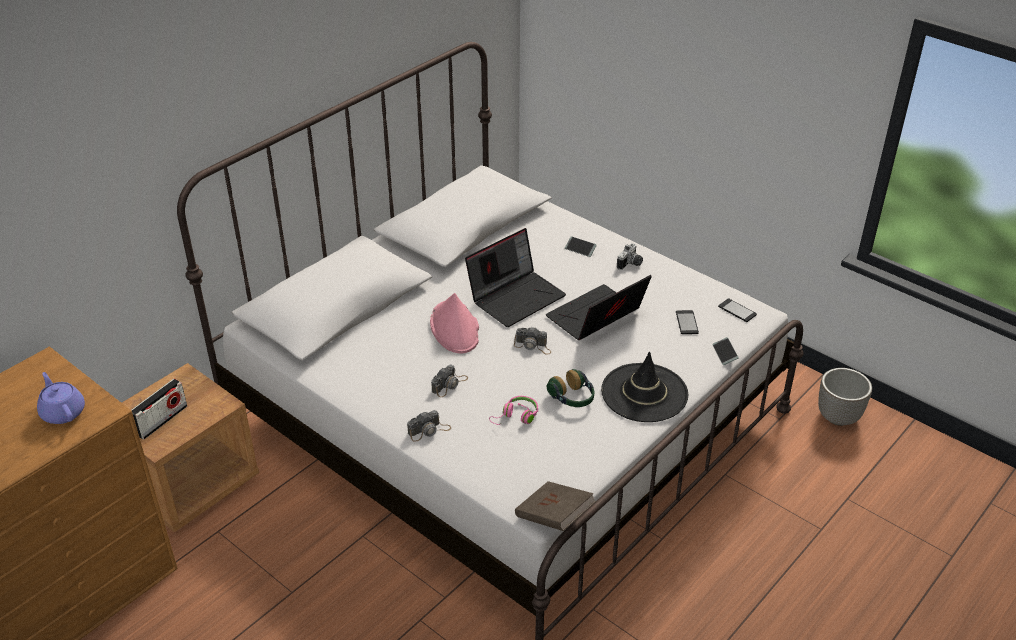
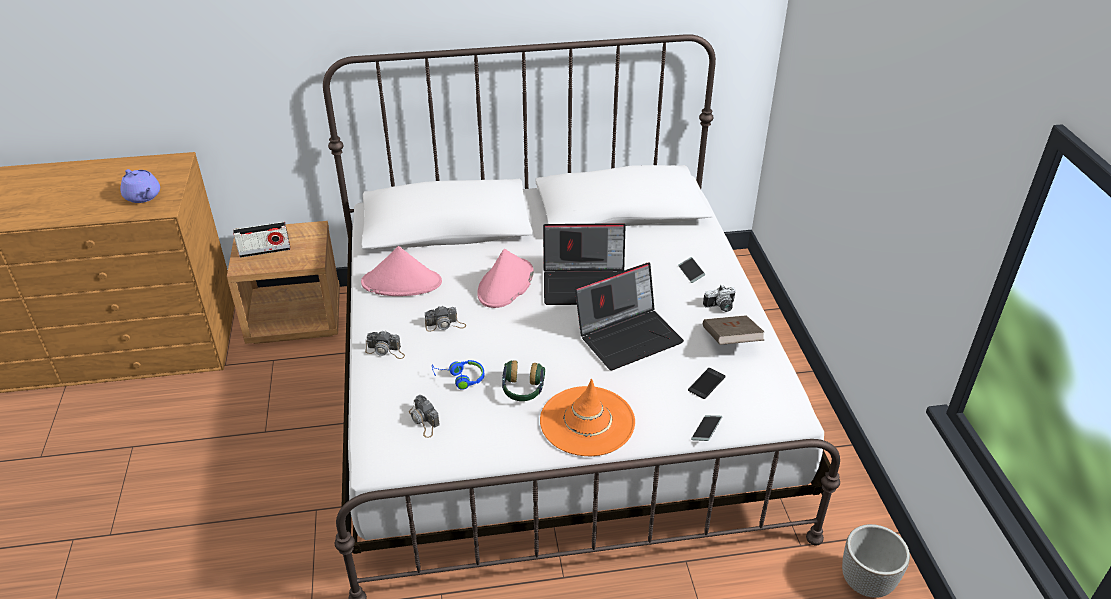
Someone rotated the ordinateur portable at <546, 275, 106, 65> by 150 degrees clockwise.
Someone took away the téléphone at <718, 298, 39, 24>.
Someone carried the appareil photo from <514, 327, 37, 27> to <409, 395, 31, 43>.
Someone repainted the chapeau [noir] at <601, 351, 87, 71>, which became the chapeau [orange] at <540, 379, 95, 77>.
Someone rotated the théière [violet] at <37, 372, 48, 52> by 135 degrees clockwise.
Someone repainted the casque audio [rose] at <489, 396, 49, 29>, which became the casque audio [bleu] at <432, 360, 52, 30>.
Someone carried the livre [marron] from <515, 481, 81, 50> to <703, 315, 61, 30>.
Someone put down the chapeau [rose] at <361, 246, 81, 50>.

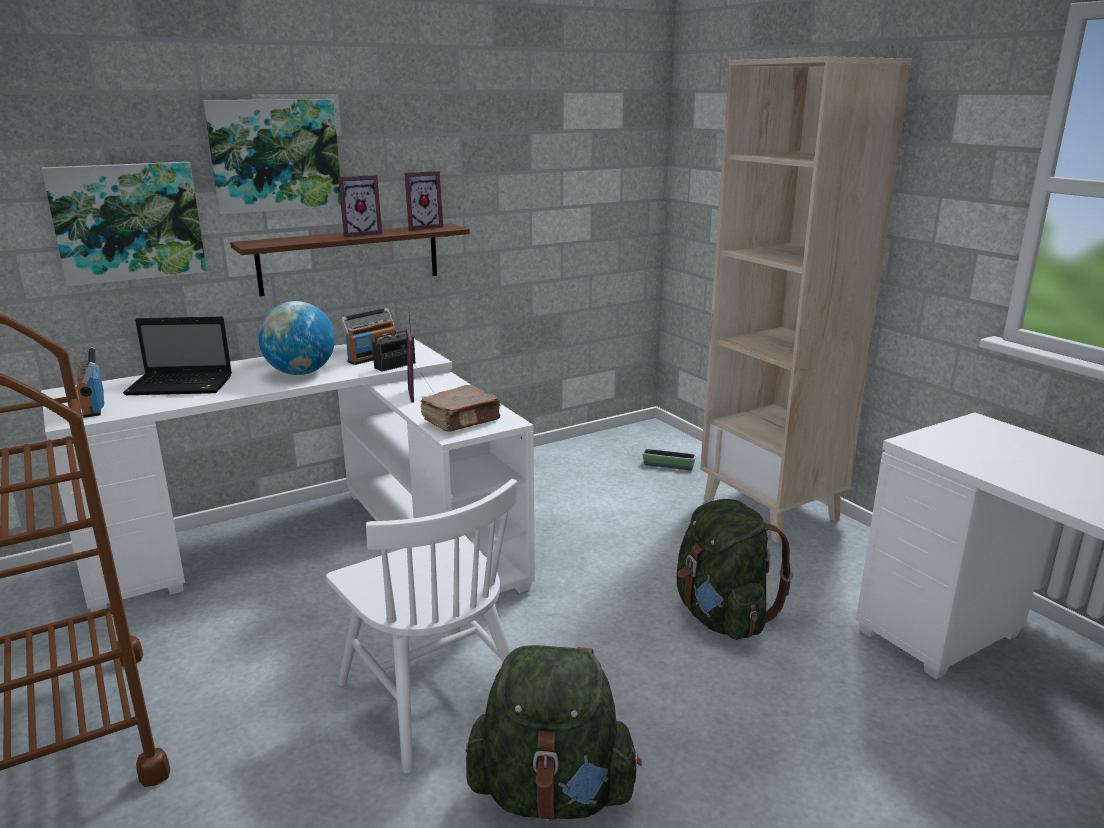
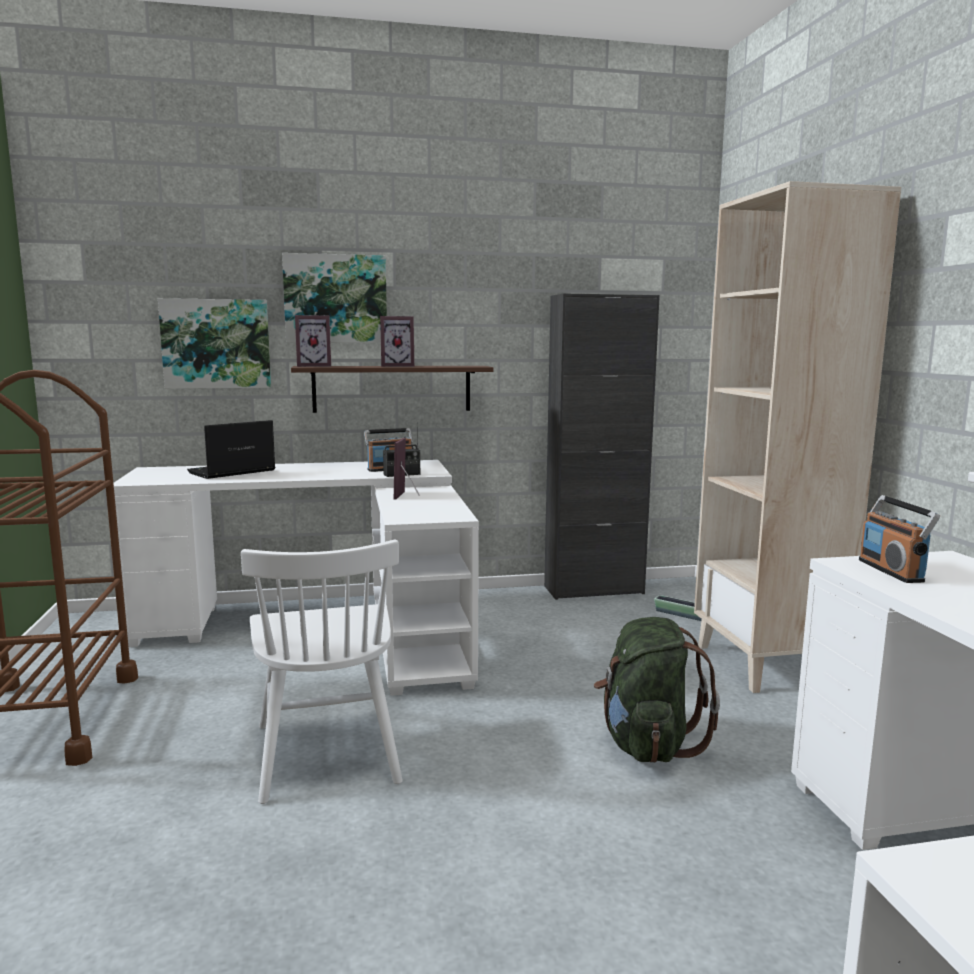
Someone carried the cadre photo from <404, 171, 39, 60> to <295, 315, 36, 52>.
Someone took away the globe at <258, 301, 77, 74>.
Someone rotated the ordinateur portable at <123, 317, 109, 78> by 120 degrees clockwise.
Someone carried the radio from <76, 347, 28, 71> to <859, 495, 81, 88>.
Someone took away the livre [marron] at <420, 385, 81, 46>.
Someone took away the sac à dos [vert] at <465, 645, 177, 176>.
Someone put down the meuble de rangement [noir] at <544, 293, 116, 307>.

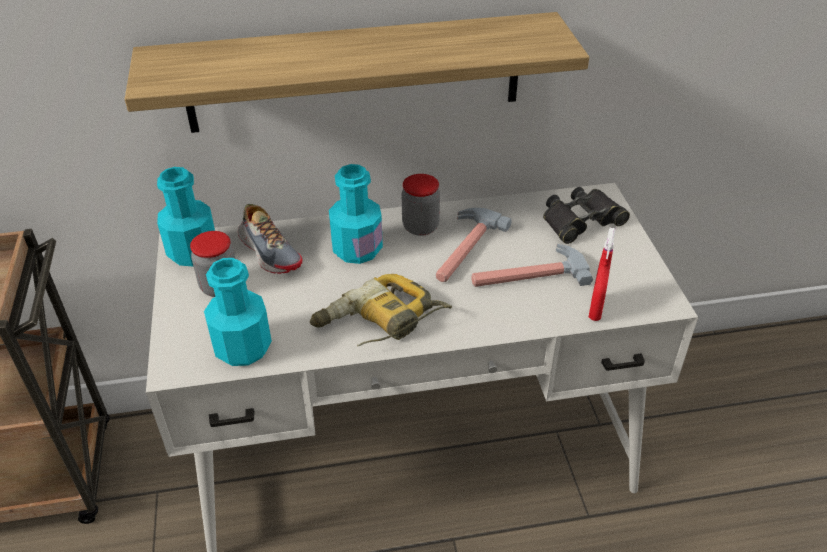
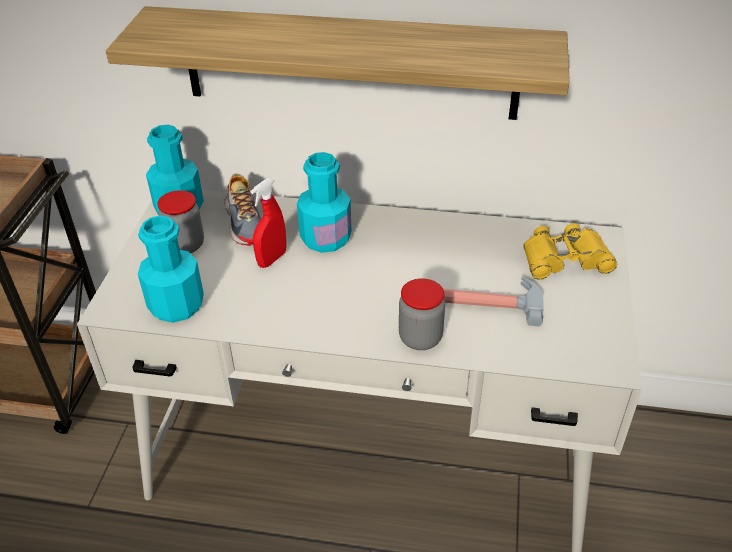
Someone carried the bocal from <402, 174, 38, 62> to <399, 278, 46, 72>.
Someone repainted the jumelles [noir] at <543, 187, 87, 57>, which became the jumelles [jaune] at <523, 223, 94, 57>.
Someone took away the marteau at <436, 208, 76, 74>.
Someone carried the vaporisateur [rouge] from <589, 228, 26, 93> to <250, 178, 36, 90>.
Someone took away the perceuse at <310, 274, 142, 72>.

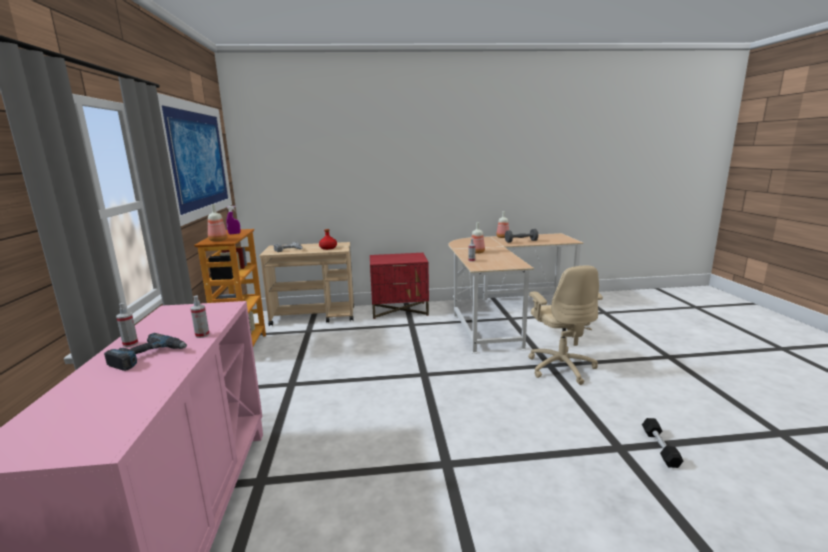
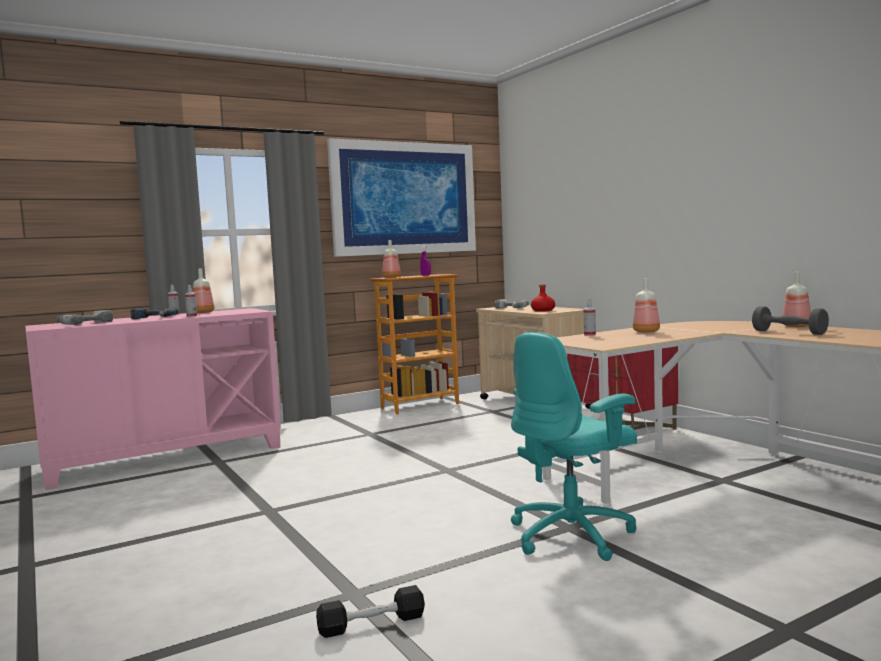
Someone repainted the chaise de bureau [beige] at <528, 265, 75, 120>, which became the chaise de bureau [turquoise] at <511, 332, 126, 229>.
Someone put down the bouteille at <193, 268, 21, 45>.
Someone put down the perceuse at <55, 310, 58, 15>.

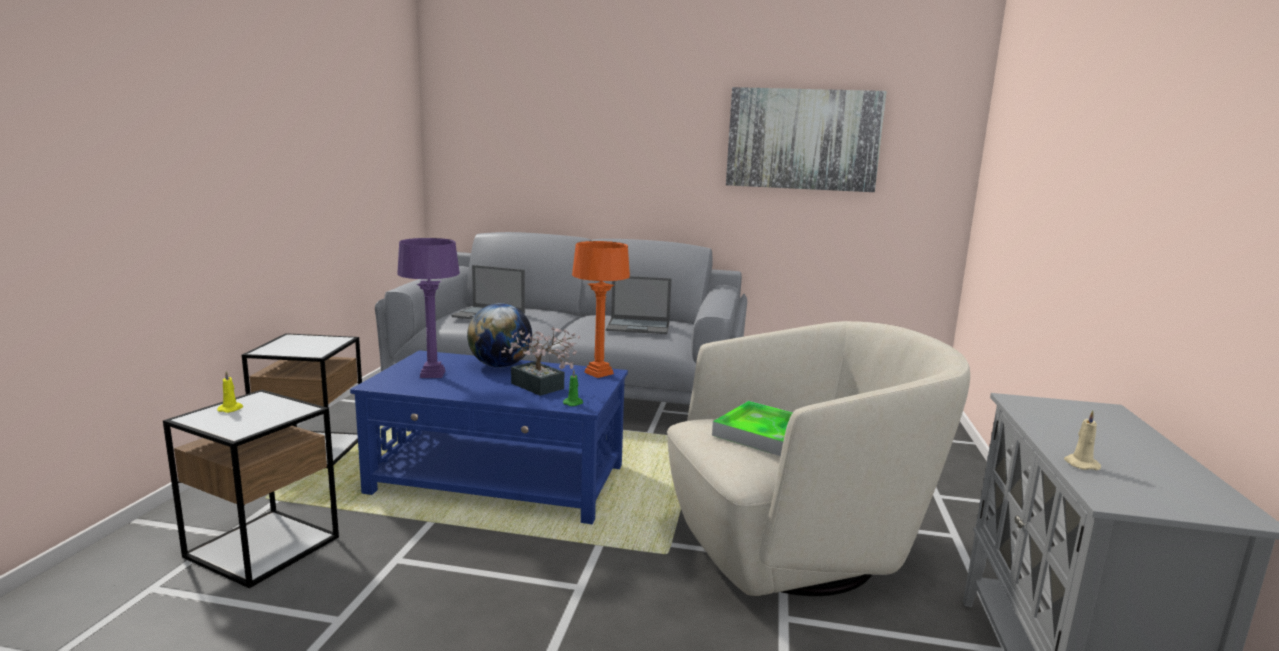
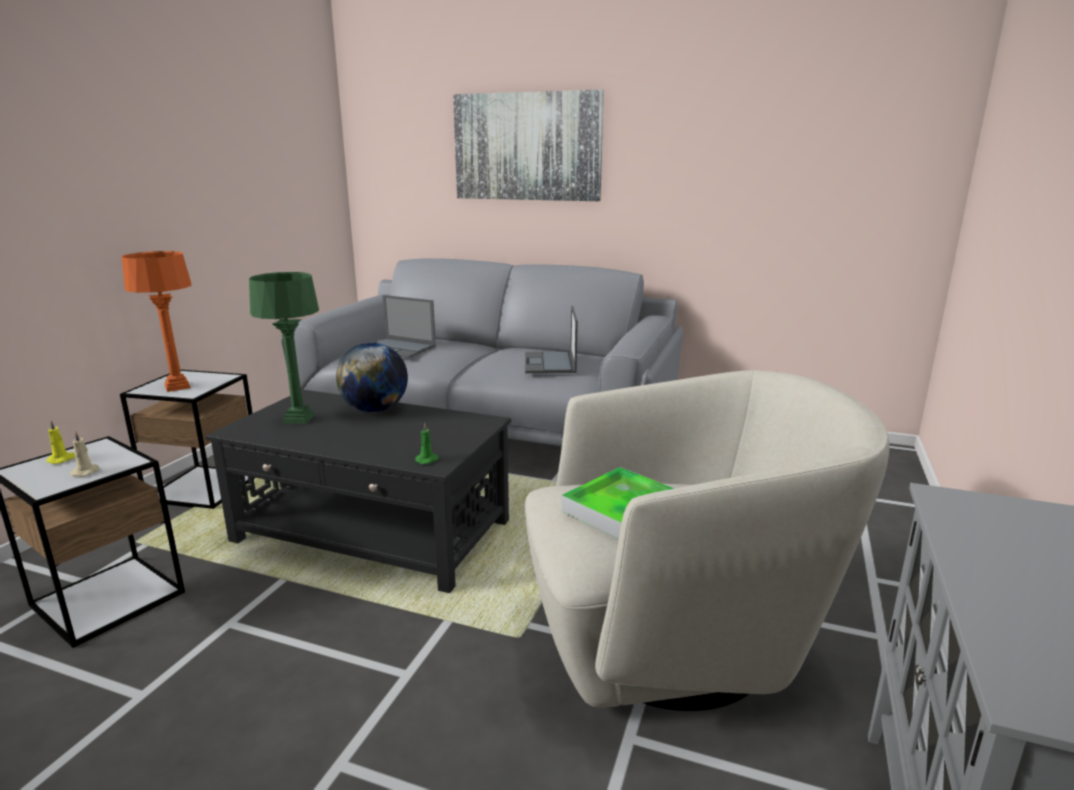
Someone carried the tableau from <726, 87, 161, 105> to <453, 90, 151, 111>.
Someone repainted the lampe de table [violet] at <397, 238, 63, 140>, which became the lampe de table [vert] at <249, 272, 70, 152>.
Someone carried the lampe de table [orange] from <572, 241, 58, 137> to <122, 251, 70, 141>.
Someone rotated the ordinateur portable at <606, 276, 66, 58> by 75 degrees clockwise.
Someone took away the plante en pot at <501, 327, 79, 69>.
Someone repainted the table basse [bleu] at <350, 350, 278, 174>, which became the table basse [noir] at <205, 390, 306, 203>.
Someone carried the bougie [beige] from <1064, 410, 37, 60> to <70, 432, 30, 45>.

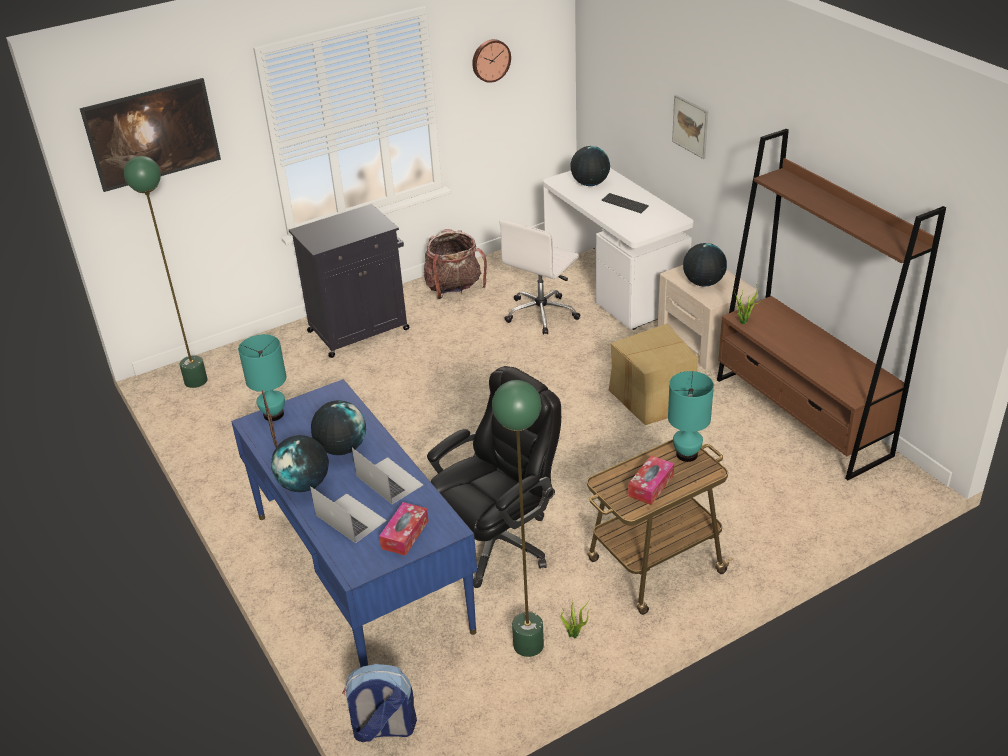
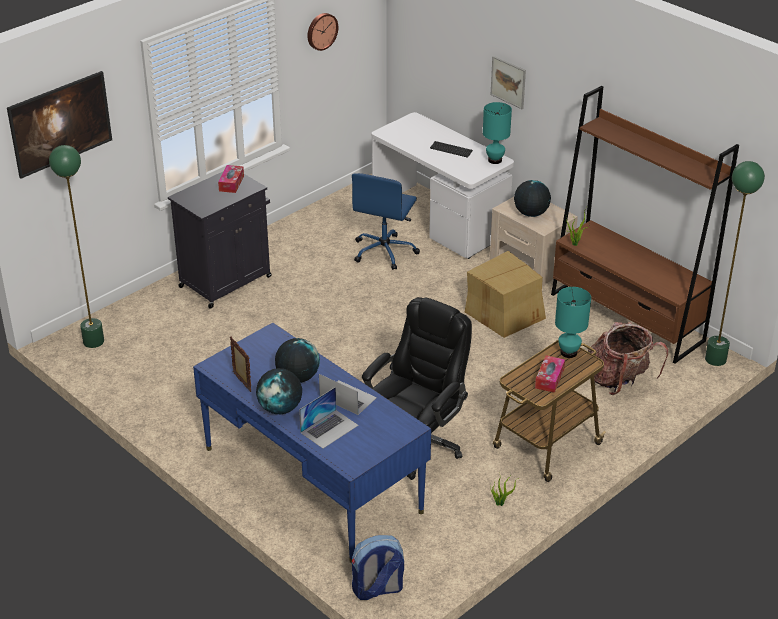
Someone took away the globe at <570, 146, 40, 40>.
Someone repainted the chaise de bureau [blanc] at <500, 220, 80, 115>, which became the chaise de bureau [bleu] at <352, 173, 68, 97>.
Someone carried the sac à dos from <424, 229, 63, 70> to <588, 322, 80, 73>.
Someone carried the lampe de table [turquoise] from <238, 334, 48, 87> to <483, 102, 29, 62>.
Someone carried the lampadaire [vert] from <492, 380, 52, 277> to <705, 161, 60, 205>.
Someone rotated the ordinateur portable at <310, 486, 77, 57> by 105 degrees clockwise.
Someone carried the boîte à mouchoirs from <379, 502, 49, 54> to <218, 165, 26, 28>.

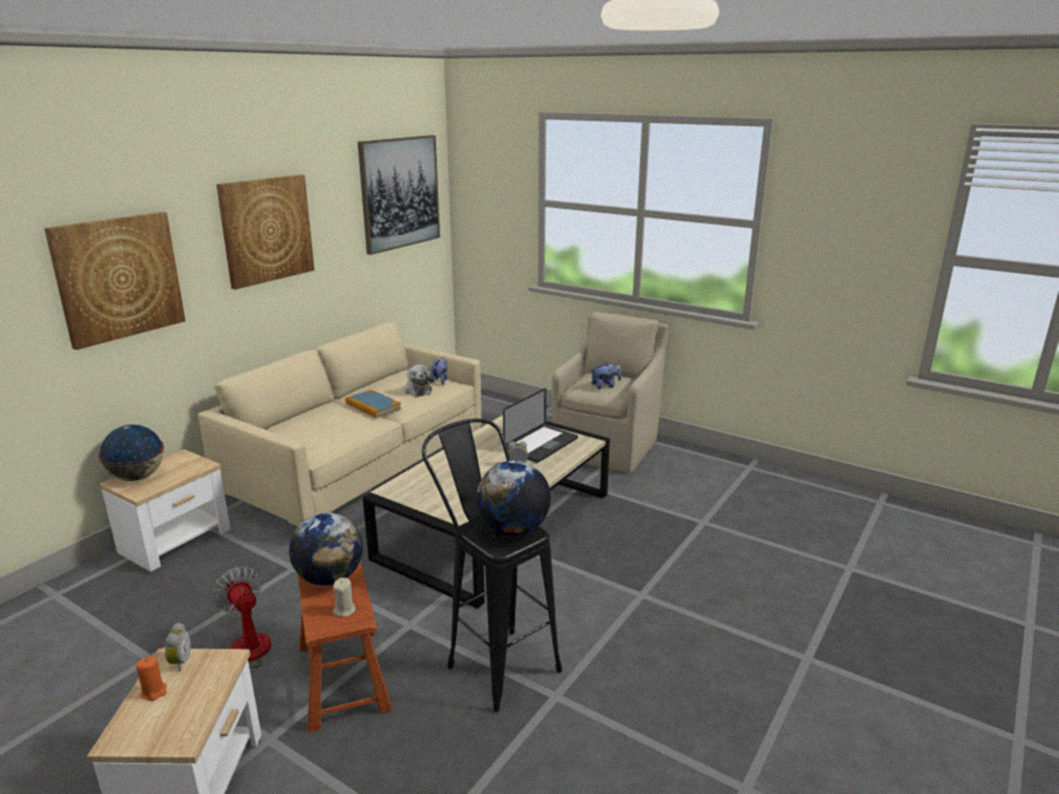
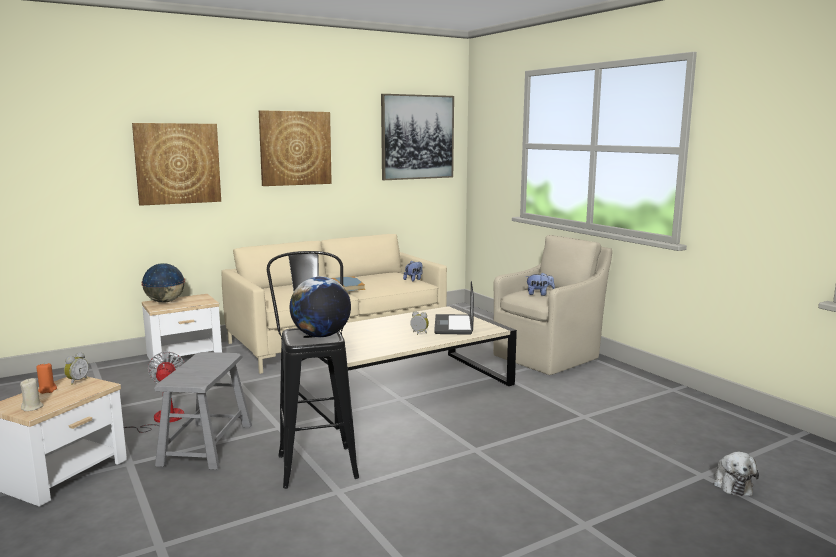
Someone carried the peluche from <405, 365, 29, 32> to <713, 452, 46, 44>.
Someone rotated the ordinateur portable at <503, 388, 75, 75> by 120 degrees clockwise.
Someone took away the globe at <289, 513, 74, 73>.
Someone repainted the tabouret [marron] at <298, 562, 95, 170>, which became the tabouret [gris] at <154, 352, 98, 118>.
Someone carried the bougie [beige] from <333, 578, 23, 39> to <20, 378, 24, 33>.

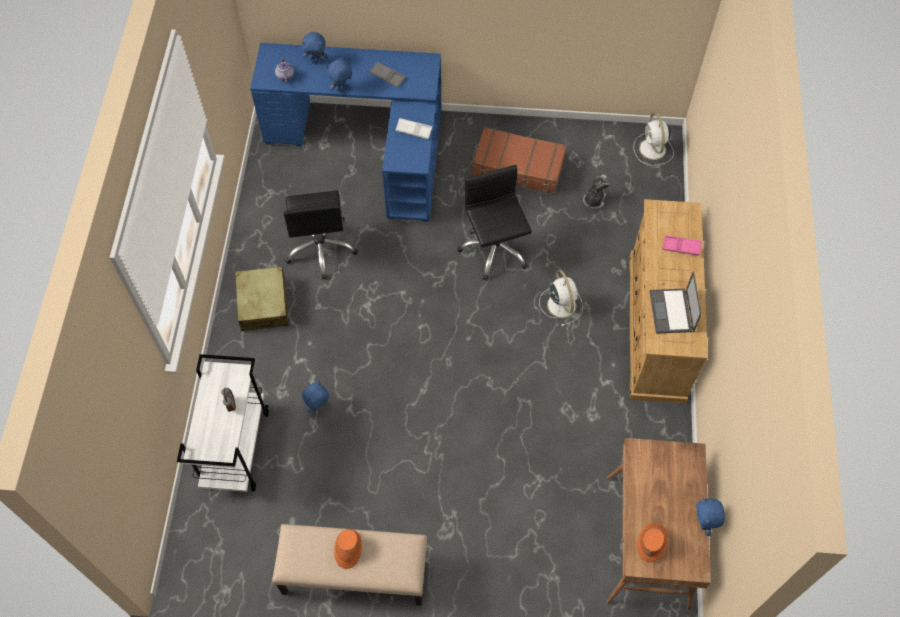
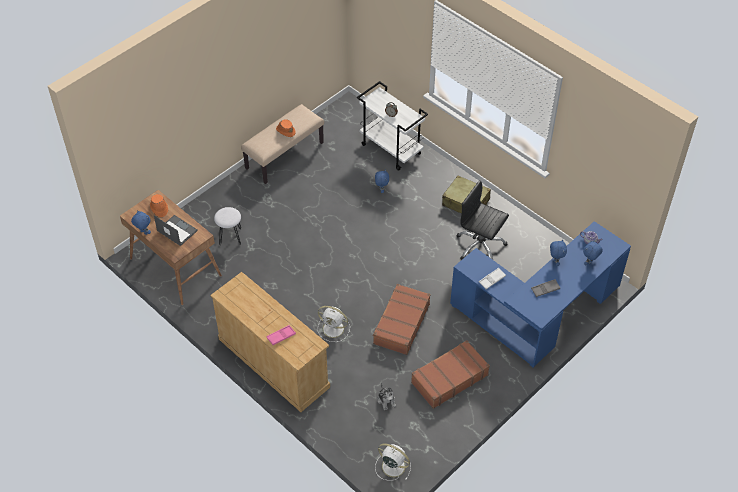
Someone swapped the chaise de bureau [noir] at <458, 165, 74, 115> for the valise [marron] at <373, 284, 58, 71>.
Someone carried the ordinateur portable from <649, 271, 53, 63> to <154, 215, 44, 31>.
Someone put down the tabouret [blanc] at <214, 207, 28, 39>.

